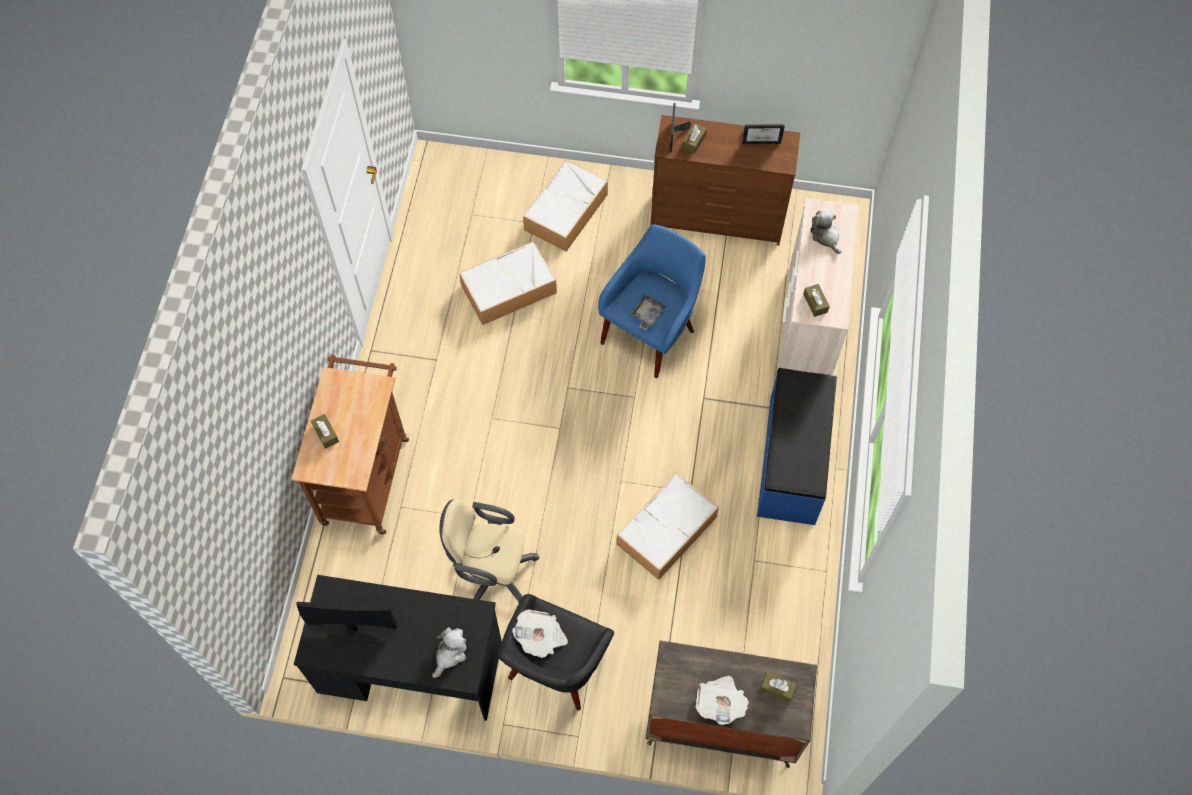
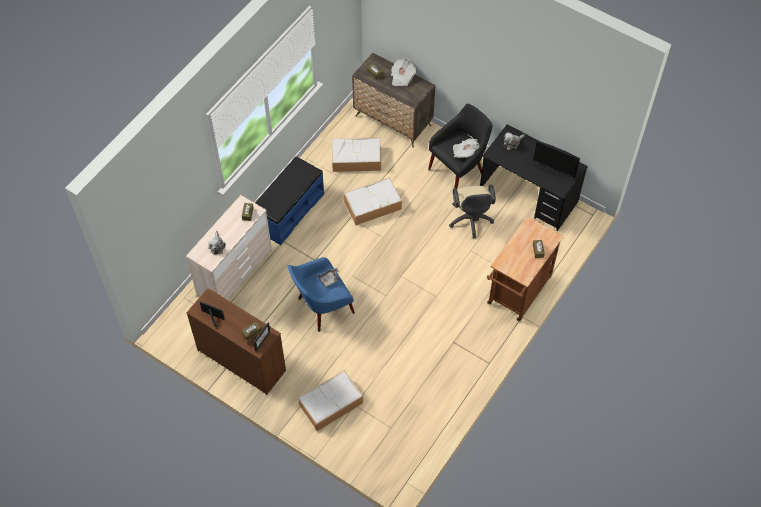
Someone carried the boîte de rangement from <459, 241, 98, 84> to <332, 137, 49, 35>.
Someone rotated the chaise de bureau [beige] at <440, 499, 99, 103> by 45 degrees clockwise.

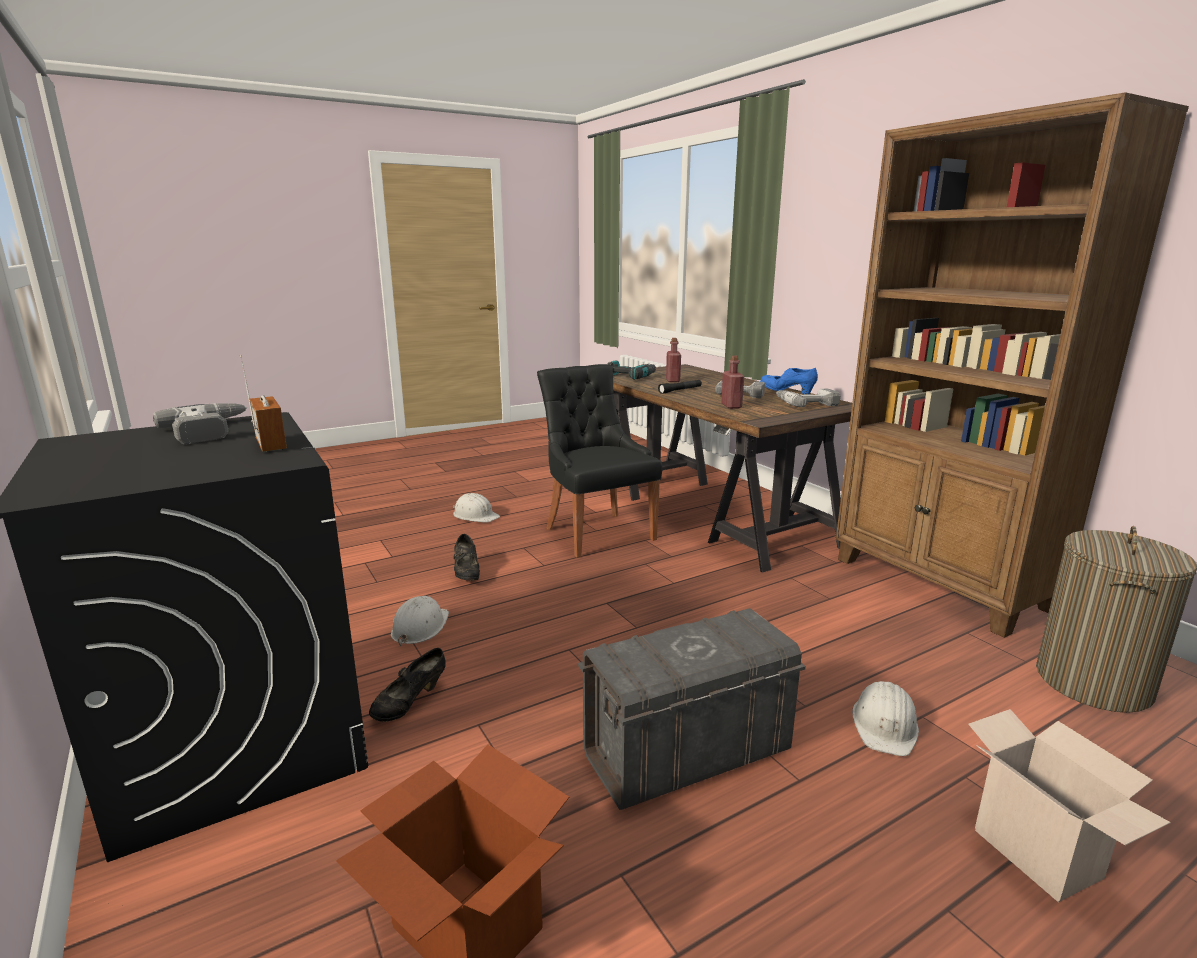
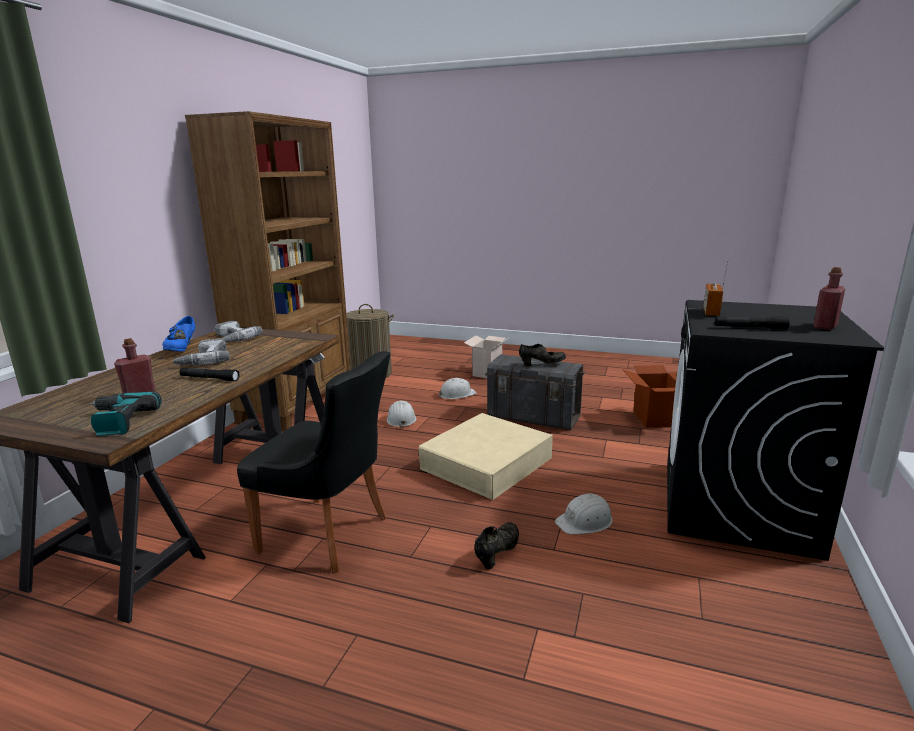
Someone carried the bouteille [rouge] from <721, 356, 23, 53> to <813, 267, 32, 63>.
Someone rotated the chaise [noir] at <537, 364, 125, 194> by 90 degrees counterclockwise.
Someone swapped the perceuse at <153, 403, 94, 41> for the lampe de poche [noir] at <715, 317, 75, 12>.
Someone carried the casque de chantier [blanc] from <453, 493, 47, 30> to <387, 401, 30, 27>.
Someone carried the chaussure [noir] from <369, 648, 77, 74> to <519, 344, 47, 23>.
Someone put down the boîte de rangement [beige] at <419, 413, 134, 87>.

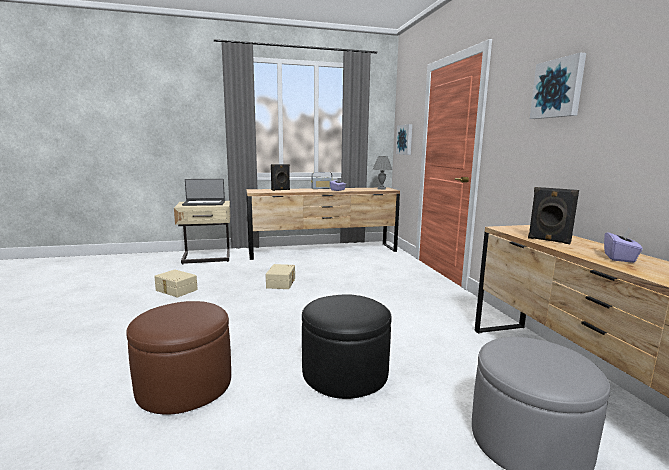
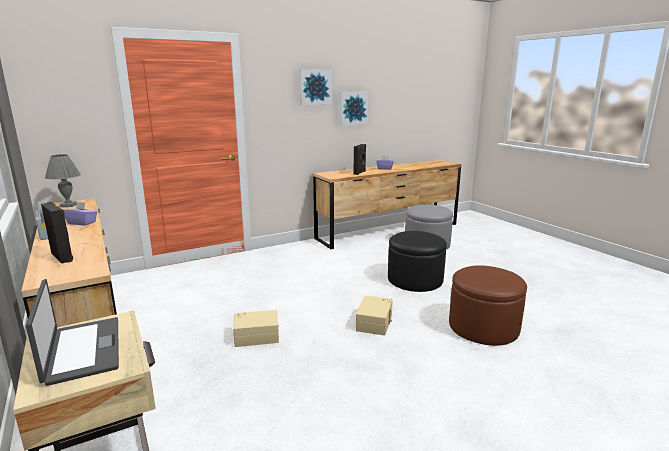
Someone carried the tableau from <396, 124, 16, 31> to <339, 91, 30, 35>.
Someone carried the boîte de rangement [beige] from <154, 270, 44, 27> to <356, 296, 37, 40>.

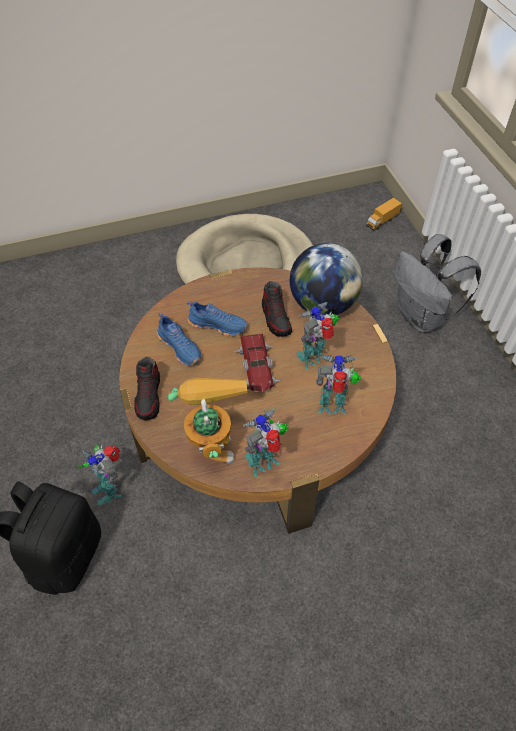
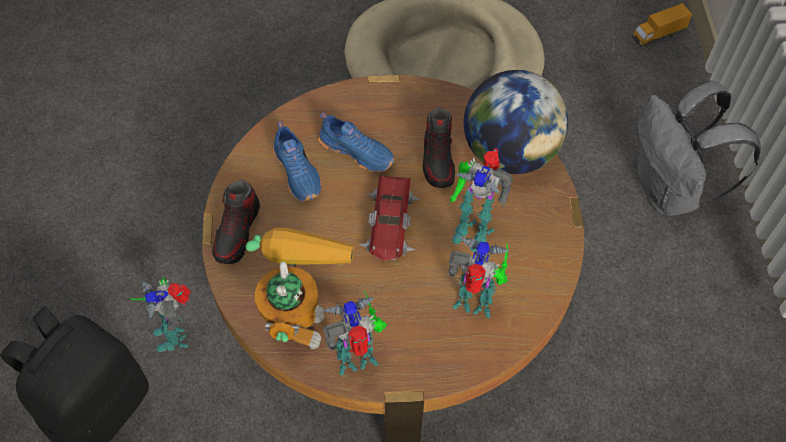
Someone rotated the robot jouet at <296, 302, 43, 68> by 135 degrees counterclockwise.

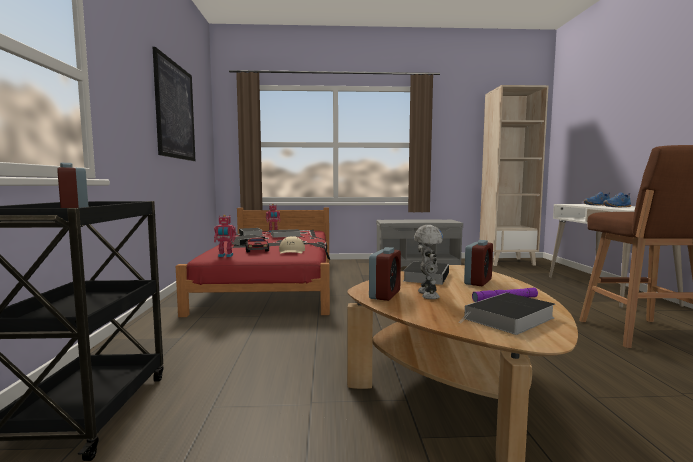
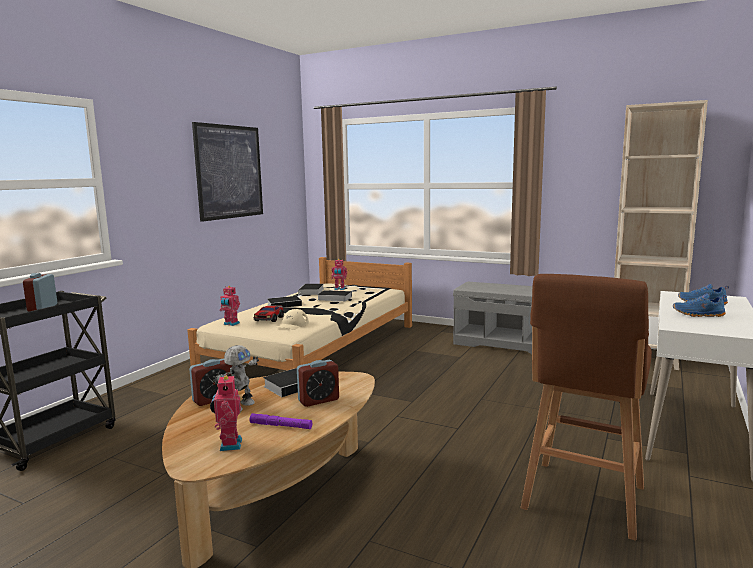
Someone repainted the lit [rouge] at <176, 208, 154, 109>, which became the lit [beige] at <187, 257, 225, 114>.
Someone swapped the livre at <459, 293, 96, 42> for the robot jouet at <210, 374, 32, 77>.

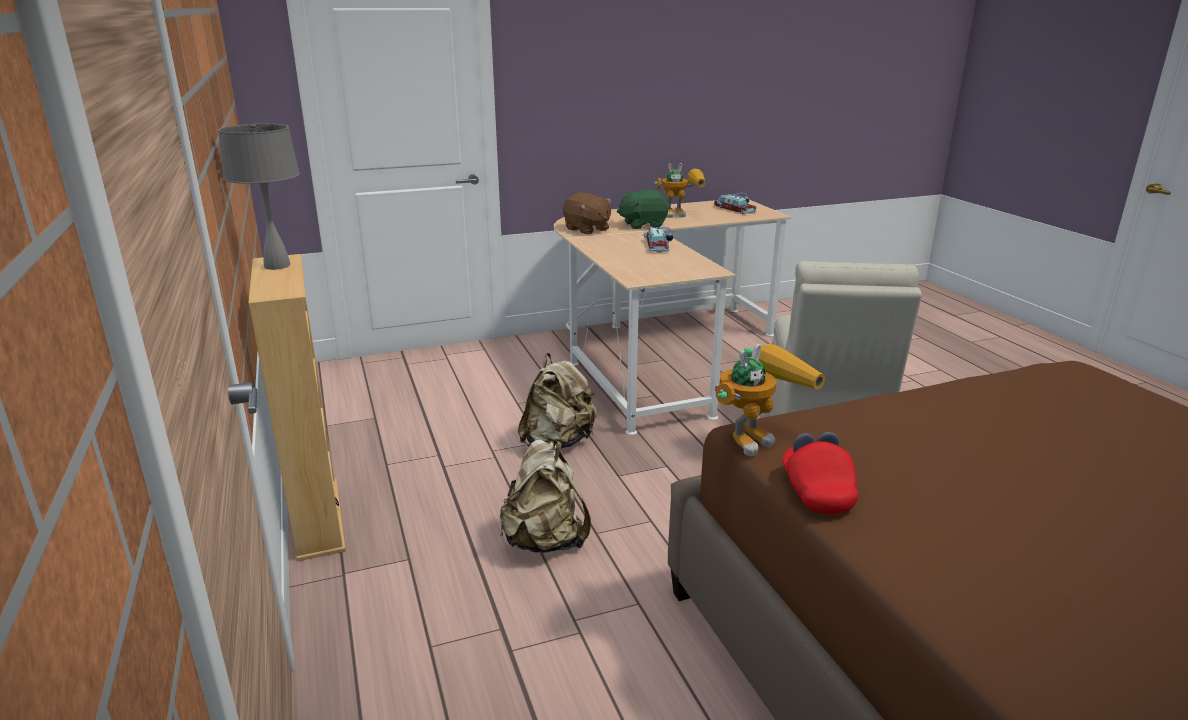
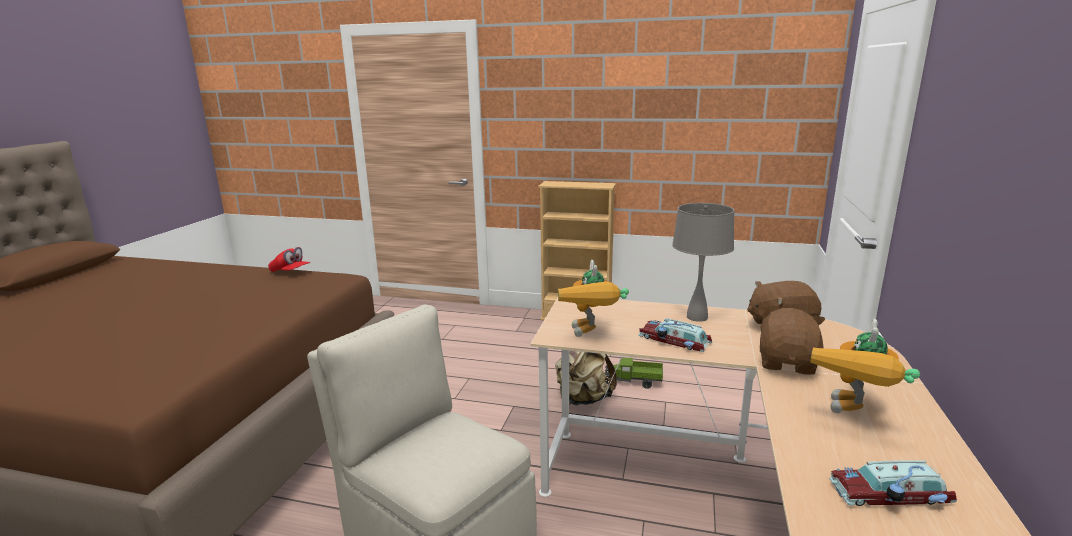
Someone carried the lampe de table [gris] from <218, 124, 82, 146> to <672, 203, 62, 119>.
Someone repainted the peluche [vert] at <617, 190, 51, 39>, which became the peluche [marron] at <759, 308, 66, 67>.
Someone carried the robot jouet from <715, 344, 110, 112> to <558, 260, 71, 77>.
Someone took away the sac à dos [beige] at <500, 439, 91, 114>.
Someone put down the camion jouet at <604, 358, 59, 31>.

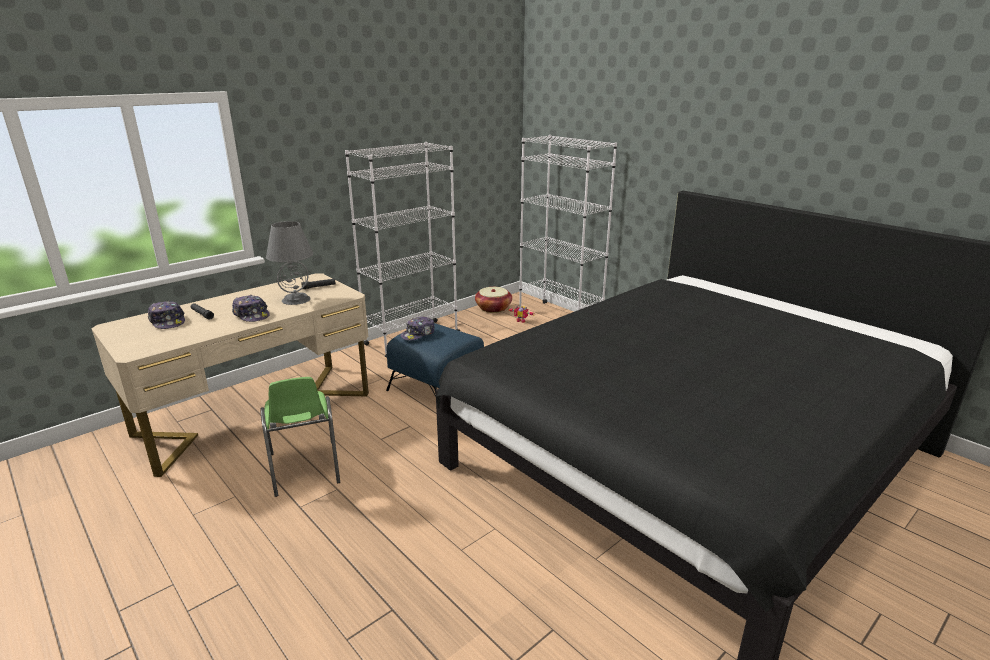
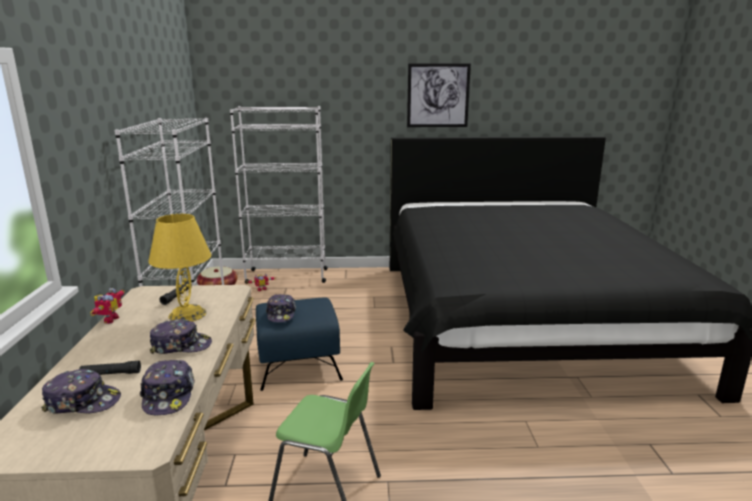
Someone repainted the lampe de table [gris] at <266, 221, 47, 84>, which became the lampe de table [jaune] at <148, 214, 63, 108>.
Someone put up the tableau at <407, 64, 64, 63>.
Someone put down the robot jouet at <90, 288, 35, 36>.
Someone put down the casquette at <140, 360, 55, 55>.

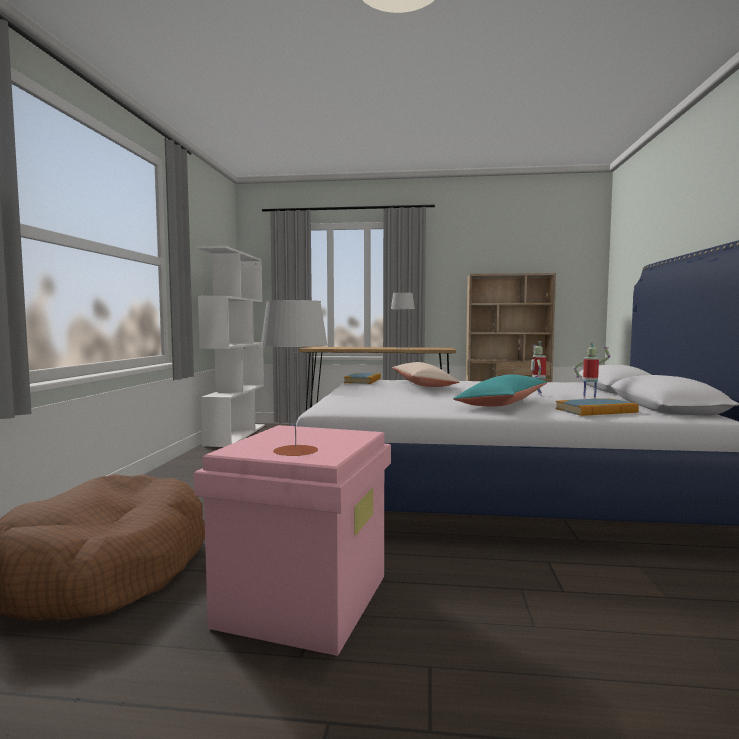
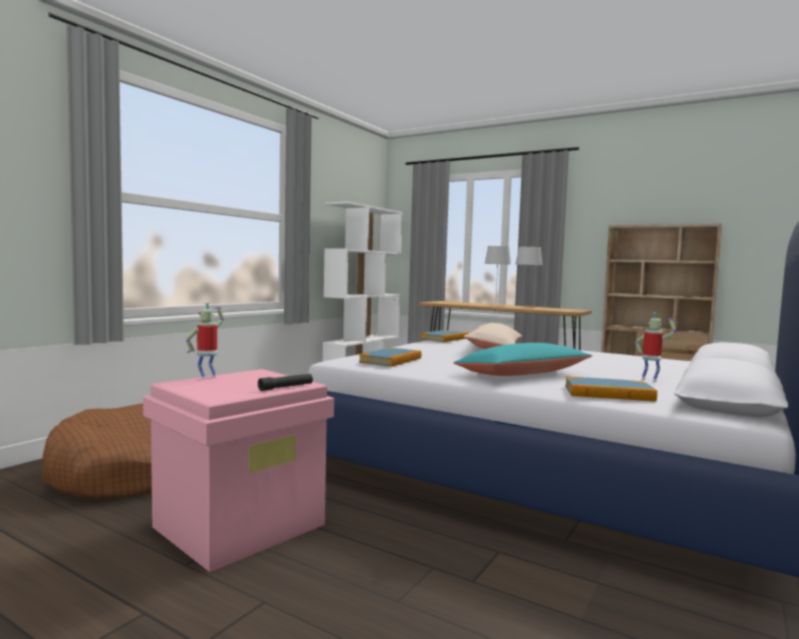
Someone carried the lampe de table [gris] from <260, 300, 67, 156> to <484, 246, 27, 61>.
Someone carried the robot jouet from <531, 342, 15, 54> to <186, 303, 38, 77>.
Someone put down the livre at <359, 348, 62, 19>.
Someone put down the lampe de poche [noir] at <258, 374, 55, 17>.

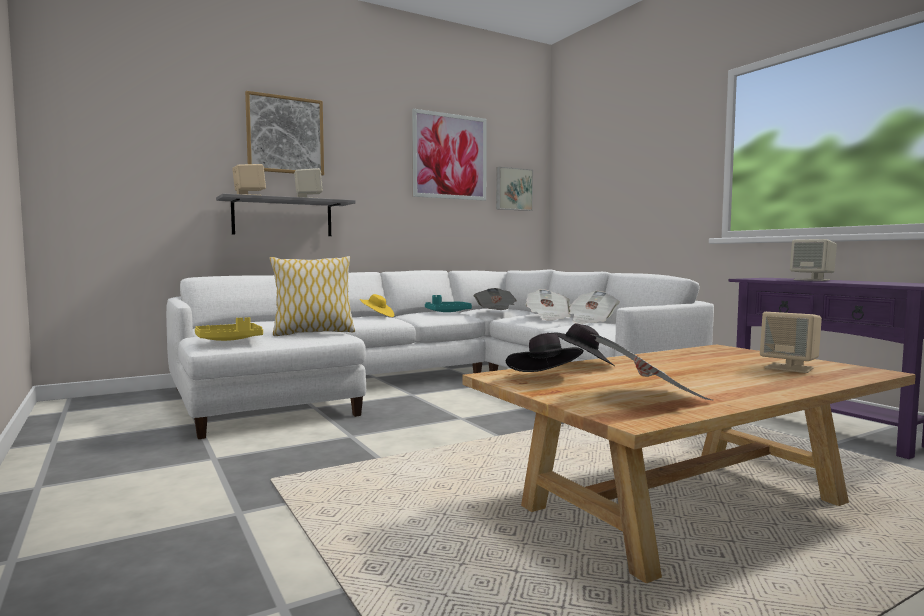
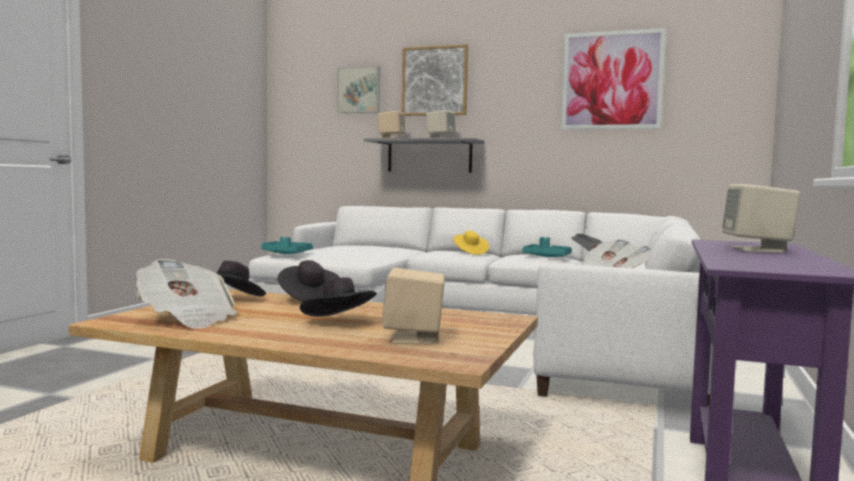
Someone carried the tableau from <496, 167, 37, 44> to <337, 66, 43, 47>.
Someone took away the coussin at <269, 256, 86, 80>.
Someone repainted the plateau [jaune] at <195, 317, 68, 24>, which became the plateau [turquoise] at <261, 237, 52, 17>.
Someone put down the chapeau [noir] at <300, 277, 77, 40>.

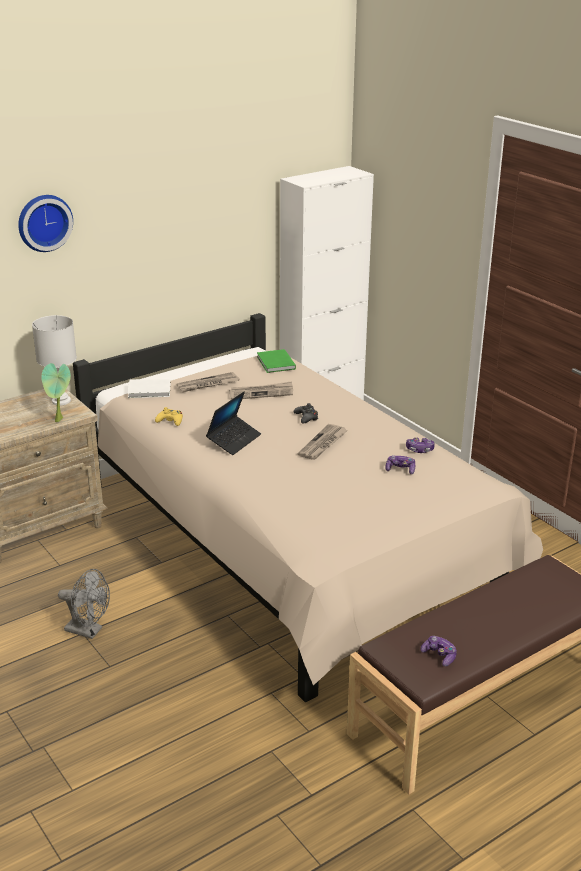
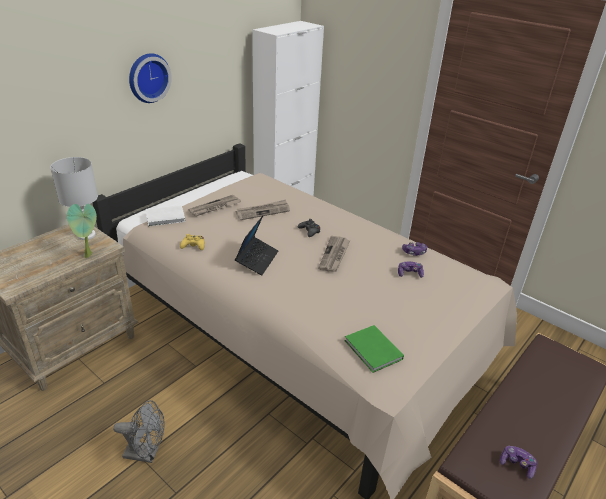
Someone carried the horloge murale from <18, 195, 55, 57> to <129, 53, 43, 50>.
Someone carried the livre [vert] from <257, 349, 39, 24> to <344, 325, 60, 48>.

